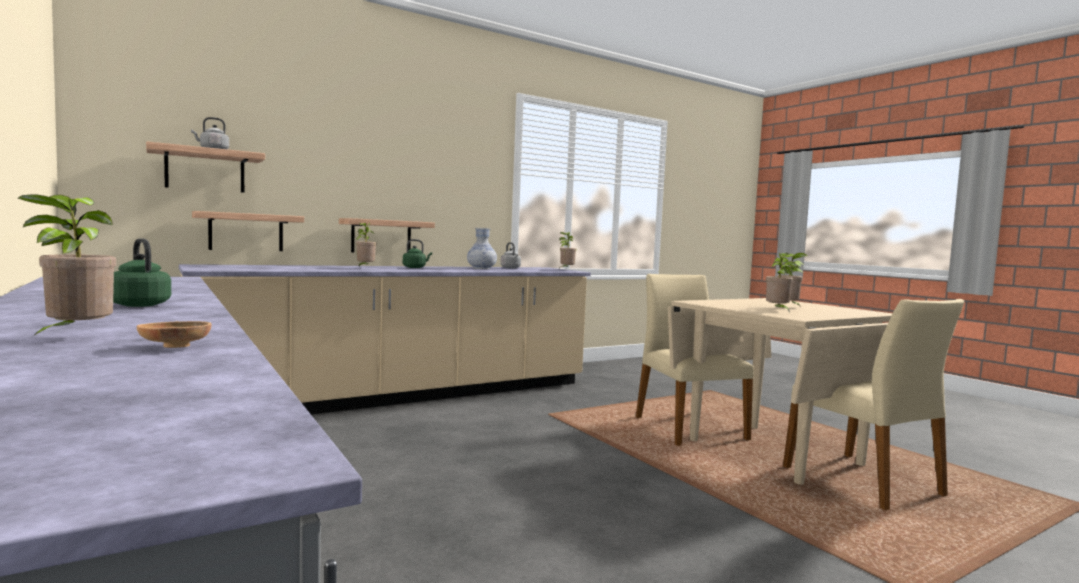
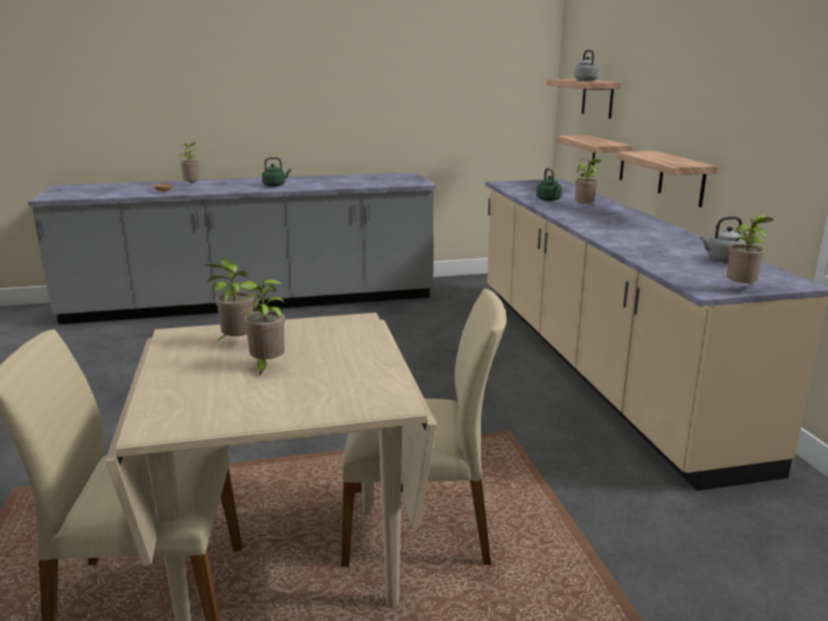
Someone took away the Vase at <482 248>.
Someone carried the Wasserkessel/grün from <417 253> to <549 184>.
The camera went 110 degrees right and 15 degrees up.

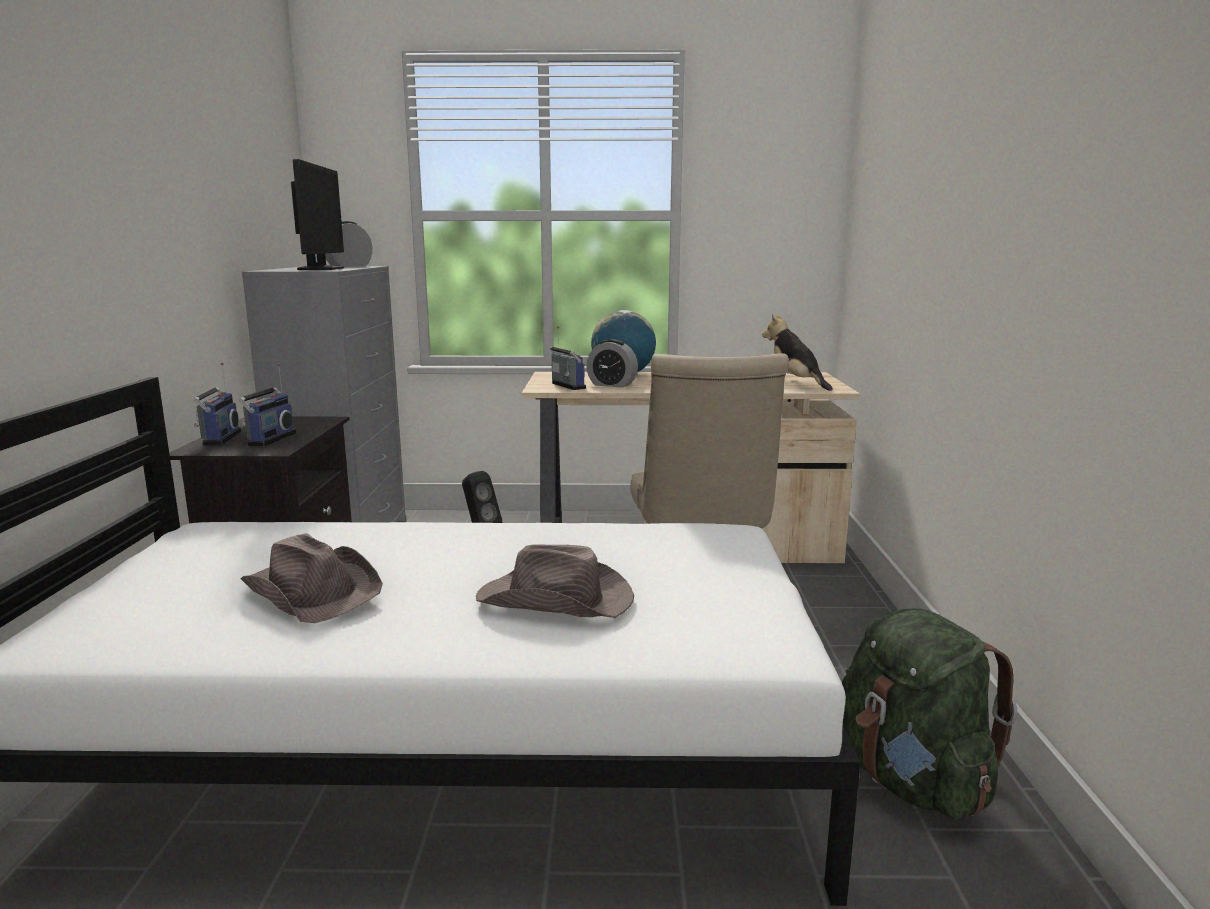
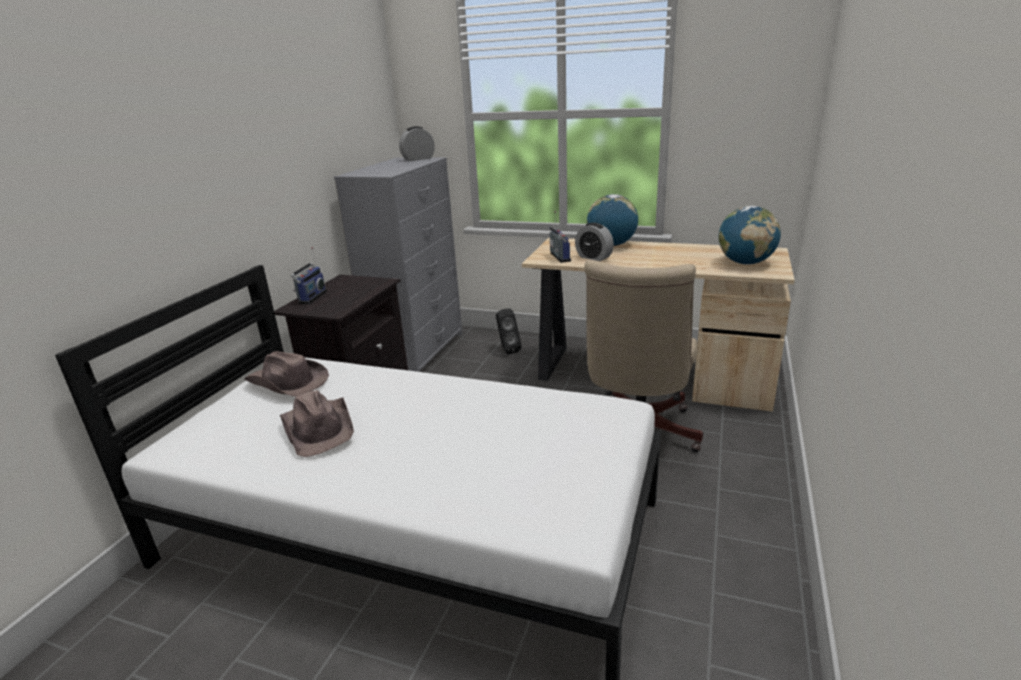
Someone took away the Radio at <267 405>.
Someone took away the Monitor at <318 214>.
Someone took away the Rucksack/grün at <930 714>.
Someone carried the Hut/braun from <555 581> to <286 374>.
Someone swapped the Plüschtier at <797 352> for the Globus at <750 235>.
The camera went 20 degrees right and 10 degrees up.

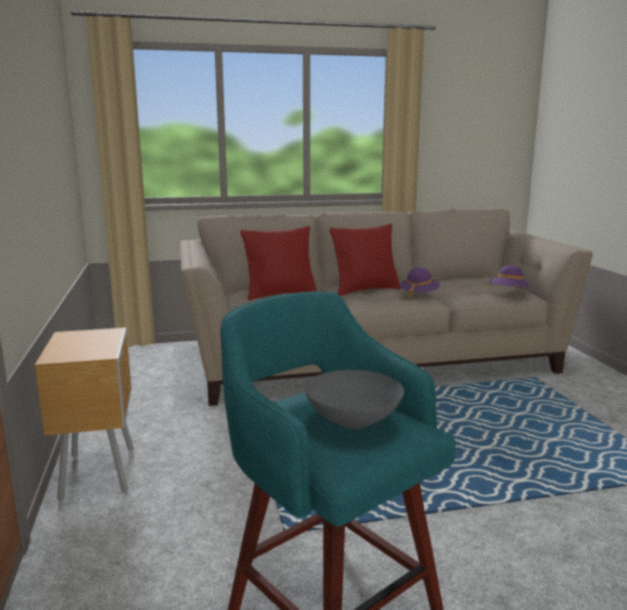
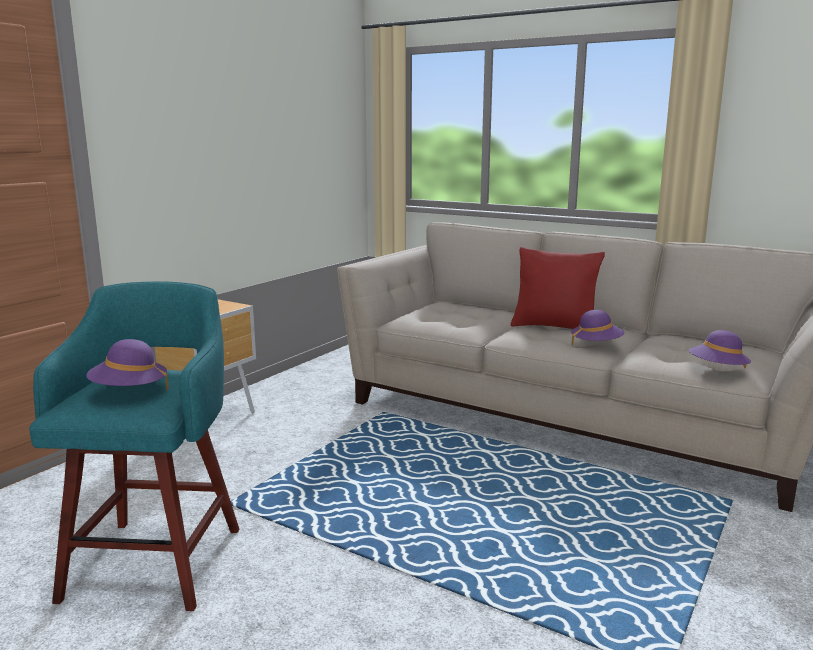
Someone took away the Kissen/rot at <279 263>.
Someone swapped the Schüssel/grau at <354 399> for the Hut/lila at <127 364>.
The camera went 45 degrees right and 0 degrees up.

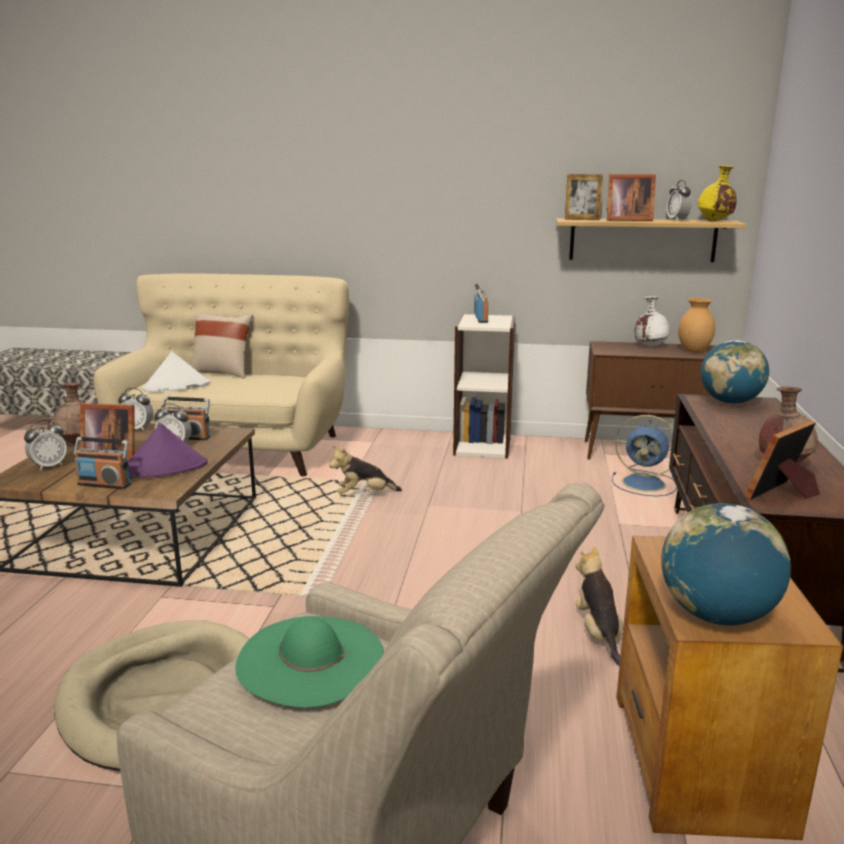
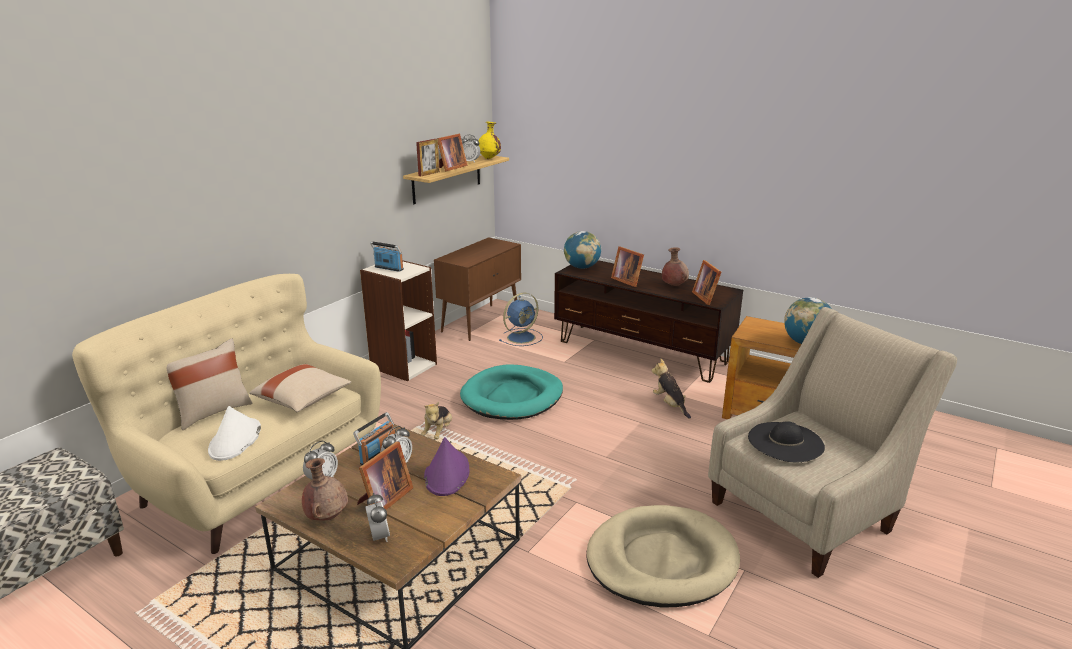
Someone took away the Radio at <102 463>.
Someone took away the Vase/weiß at <652 321>.
Someone took away the Vase/braun at <696 325>.
Someone put down the Kissen/beige at <300 388>.
Someone put down the Hundebett/türkis at <511 392>.
Someone put down the Bilderrahmen at <627 266>.
Someone repainted the Hut/grün at <310 661>, which became the Hut/schwarz at <786 441>.
Someone rotated the Plüschtier at <599 606> by 45 degrees clockwise.
The camera went 65 degrees left and 5 degrees up.

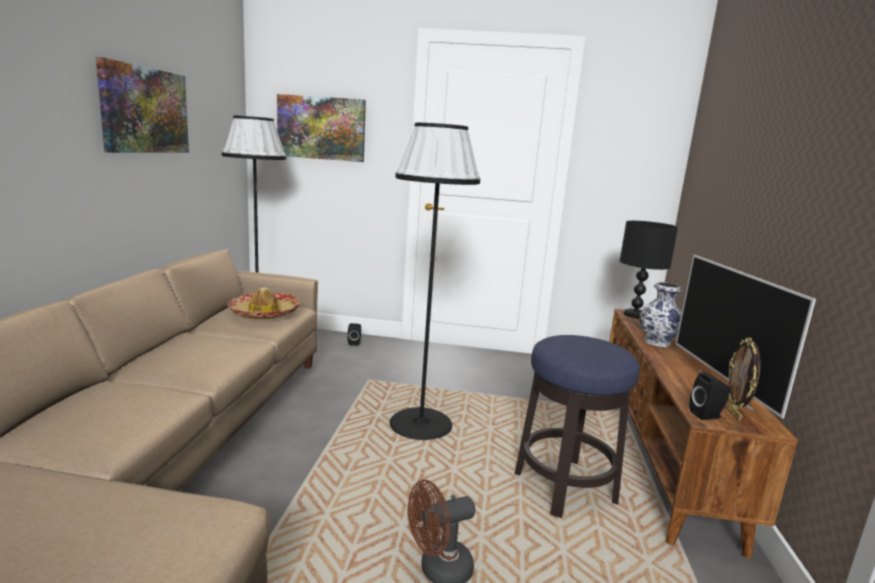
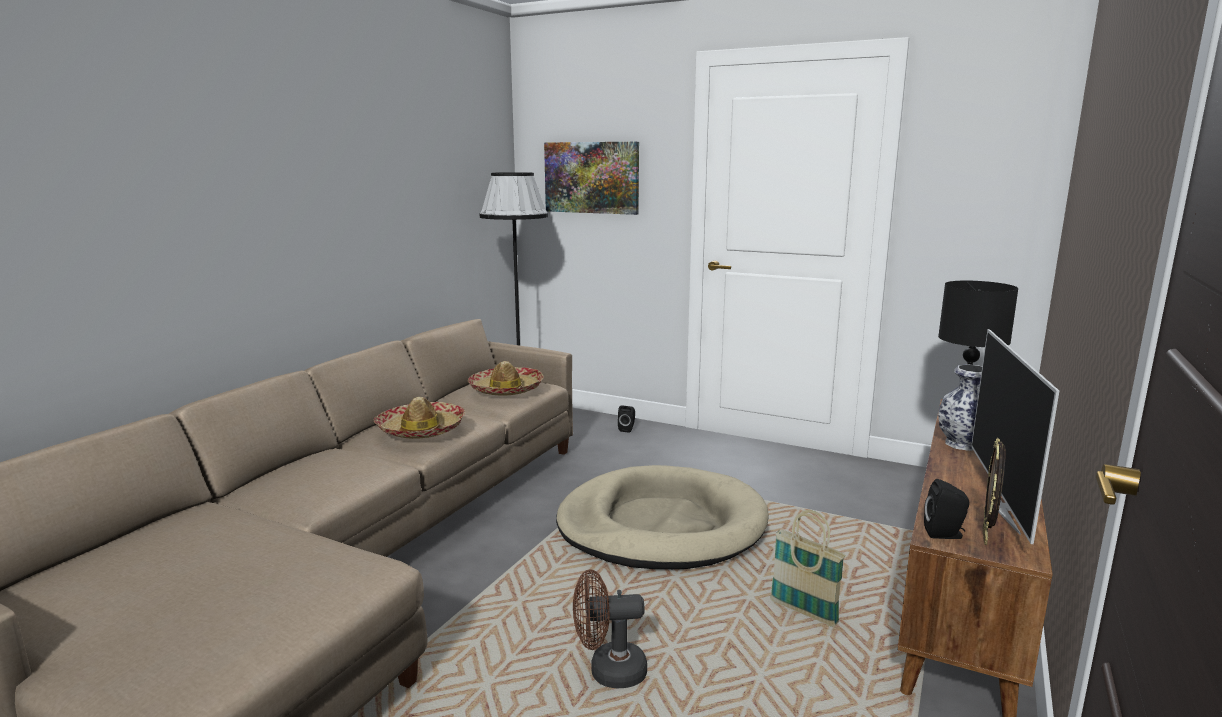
Someone took away the Bild at <142 105>.
Someone put down the Hut at <419 418>.
Someone swapped the Stehlampe/schwarz at <435 281> for the Hundebett/beige at <662 517>.
Someone swapped the Hocker at <577 426> for the Korb at <808 568>.
The camera went 20 degrees right and 0 degrees up.

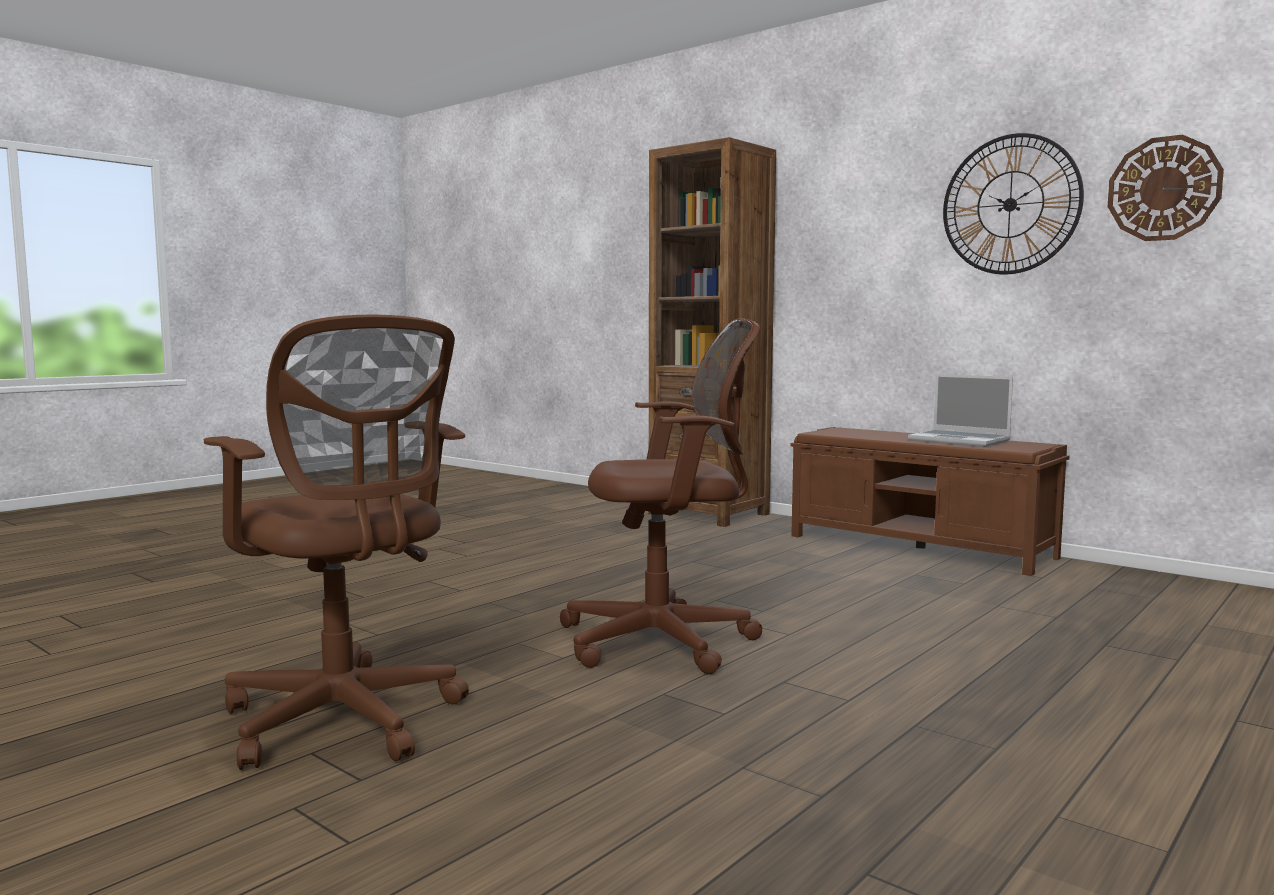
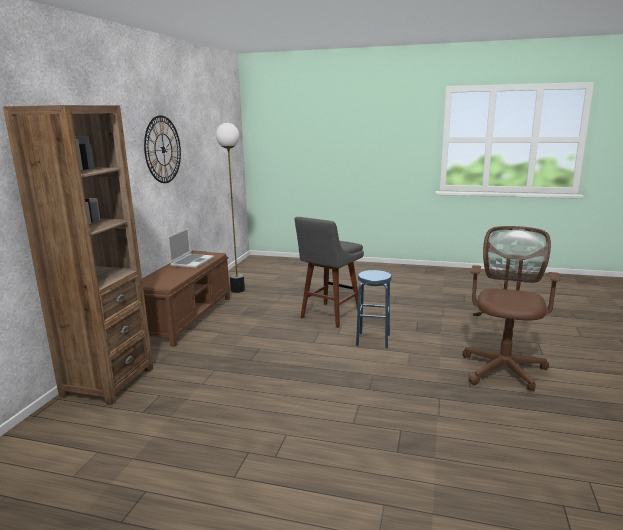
Someone took away the Wanduhr at <1166 188>.
Someone put down the Stehlampe at <230 208>.
Someone put down the Hocker/grau at <329 272>.
Someone swapped the Bürostuhl/braun at <661 496> for the Hocker/blau at <373 309>.
The camera went 115 degrees left and 10 degrees up.

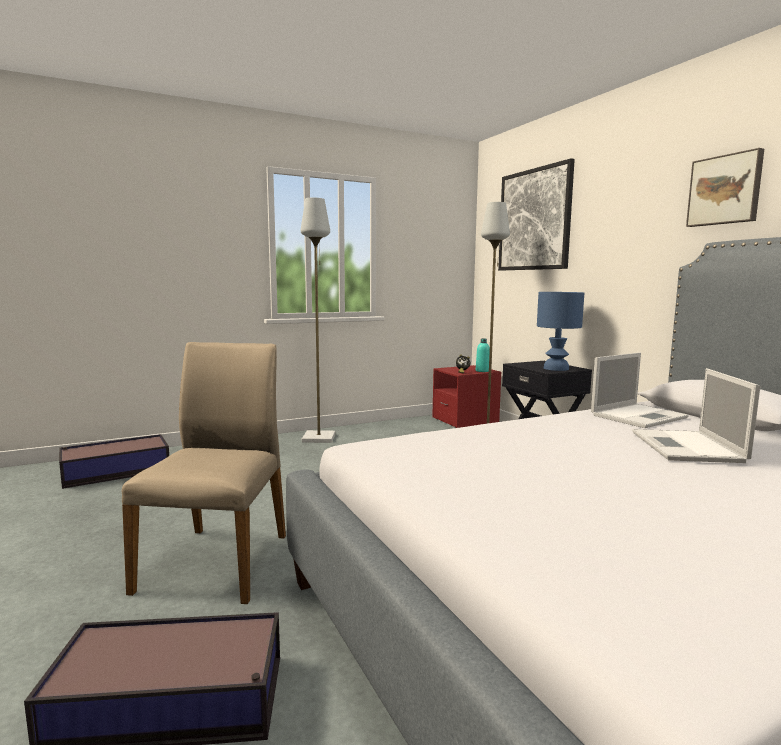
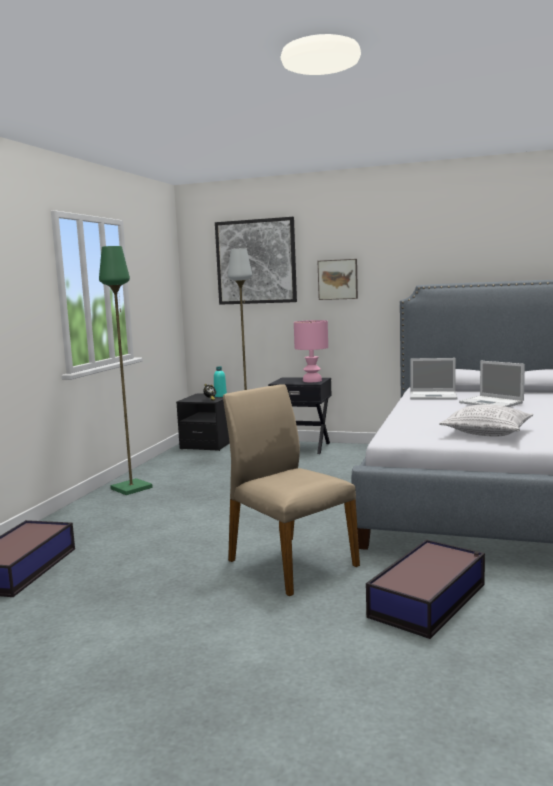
Someone put down the Kissen at <486 420>.
Someone carried the Bild from <725 187> to <338 279>.
Someone repainted the Stehlampe/grau at <318 320>, which became the Stehlampe/grün at <126 370>.
Someone repainted the Nachttisch/rot at <466 396>, which became the Nachttisch/schwarz at <203 422>.
Someone repainted the Tischlampe/blau at <560 331>, which became the Tischlampe/rosa at <311 351>.
Someone rotated the Laptop at <640 390> by 90 degrees clockwise.
The camera went 45 degrees left and 0 degrees up.

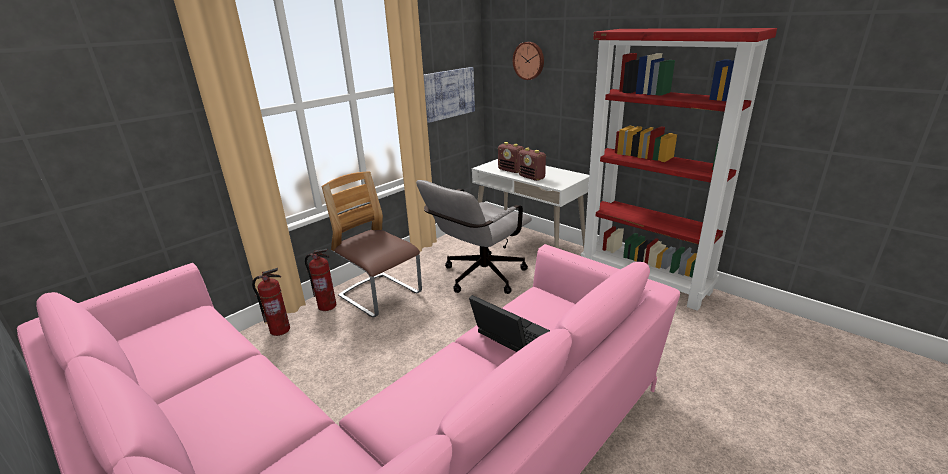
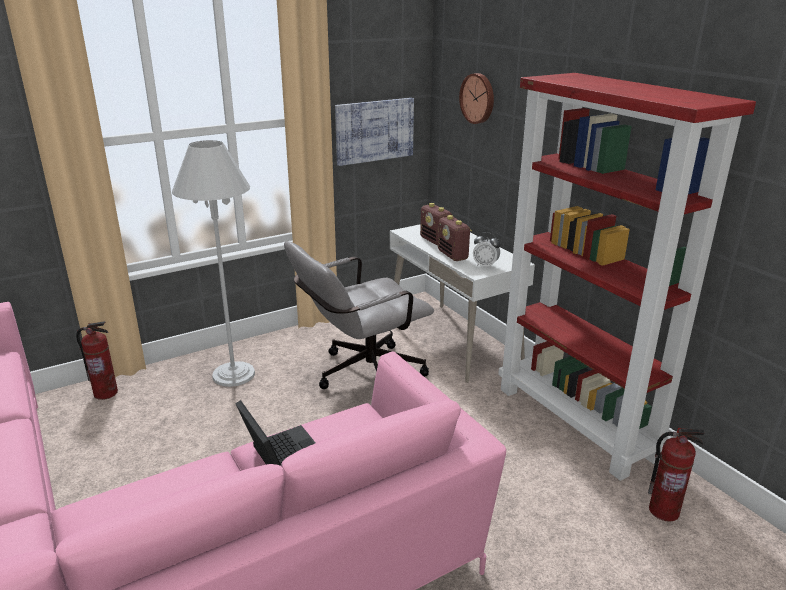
Someone put down the Wecker at <486 250>.
Someone carried the Feuerlöscher from <320 280> to <676 475>.
Someone swapped the Stuhl at <372 244> for the Stehlampe/weiß at <213 263>.
The camera went 15 degrees right and 0 degrees up.

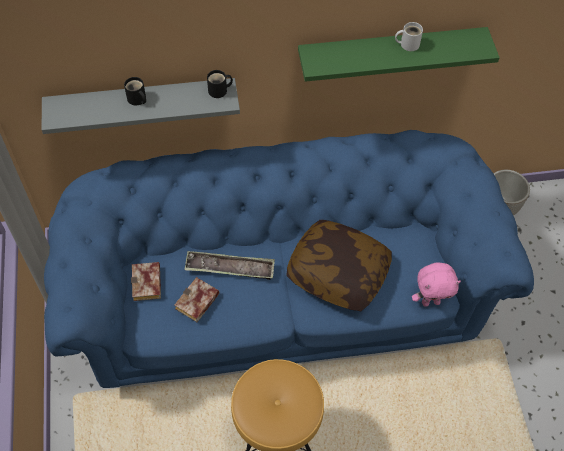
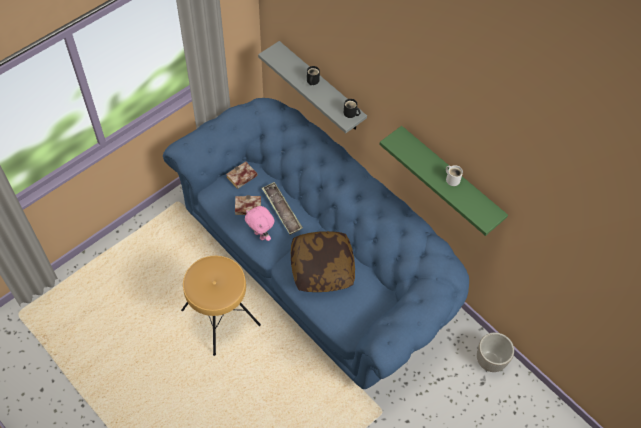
Someone carried the Plüschtier/rosa from <436 285> to <259 223>.
The camera went 55 degrees right and 0 degrees up.

